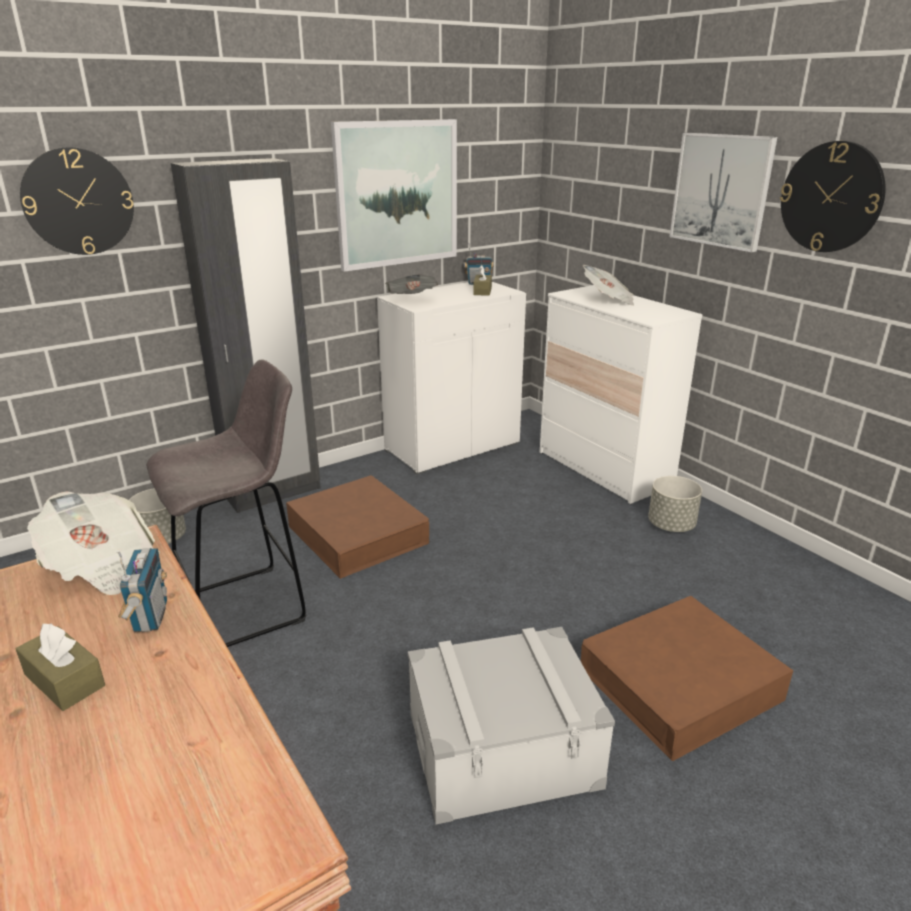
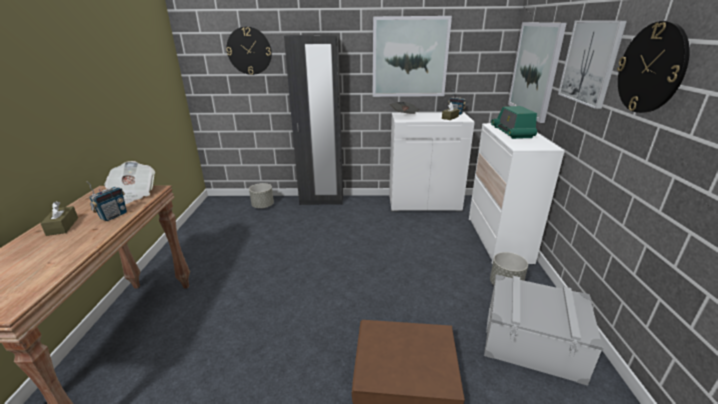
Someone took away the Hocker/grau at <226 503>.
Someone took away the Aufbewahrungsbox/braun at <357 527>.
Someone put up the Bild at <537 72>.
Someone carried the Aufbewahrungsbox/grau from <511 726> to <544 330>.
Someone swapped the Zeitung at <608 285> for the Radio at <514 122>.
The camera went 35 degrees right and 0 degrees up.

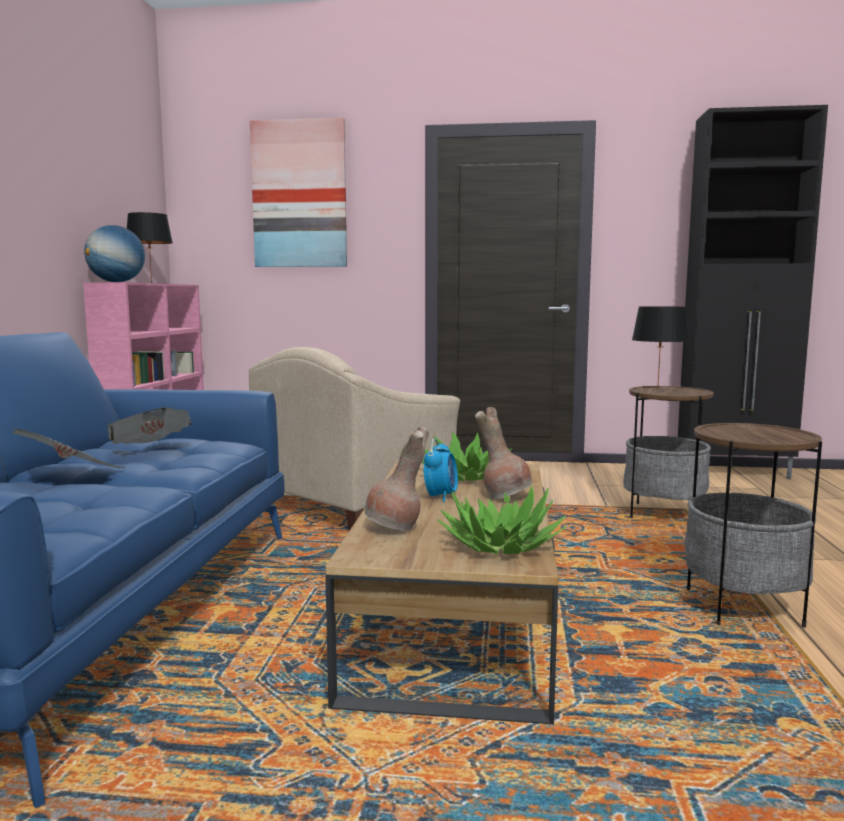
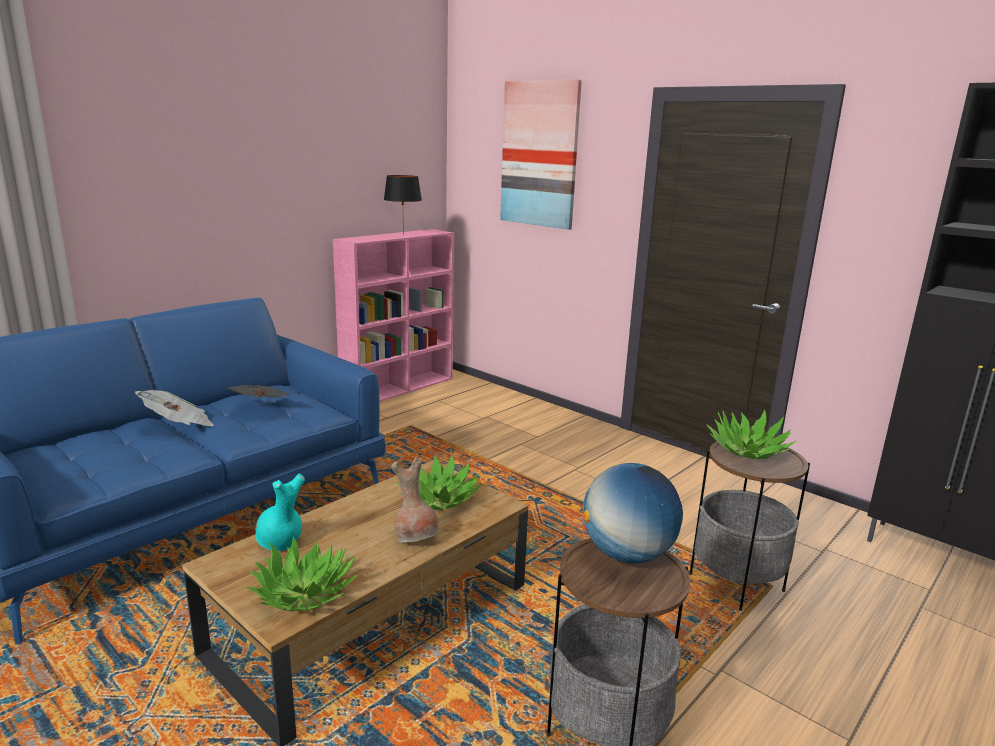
Someone took away the Sessel/beige at <354 439>.
Someone took away the Wecker at <440 471>.
Someone carried the Globus from <114 253> to <633 513>.
Someone swapped the Tischlampe/schwarz at <661 348> for the Topfpflanze at <751 434>.
Someone repainted the Vase/braun at <396 479>, which became the Vase/türkis at <280 512>.
The camera went 35 degrees right and 10 degrees up.

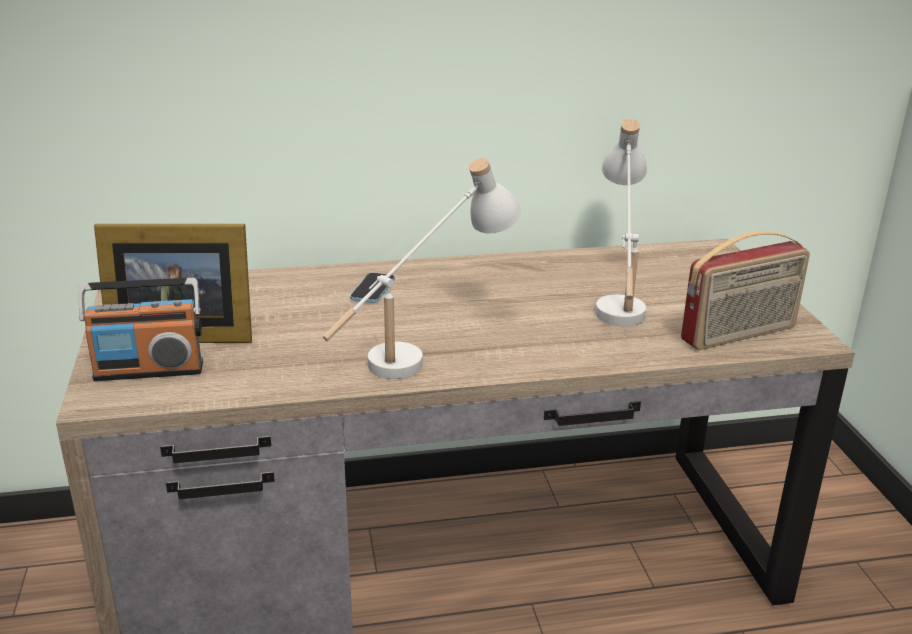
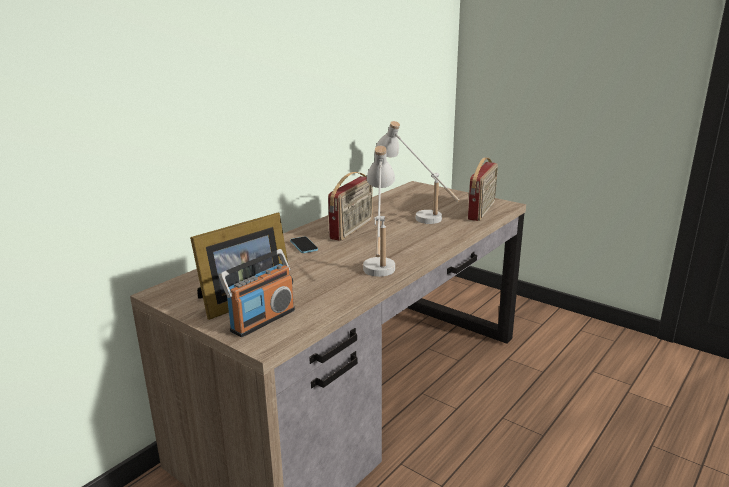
Someone put down the Radio at <350 206>.
The camera went 40 degrees left and 5 degrees down.

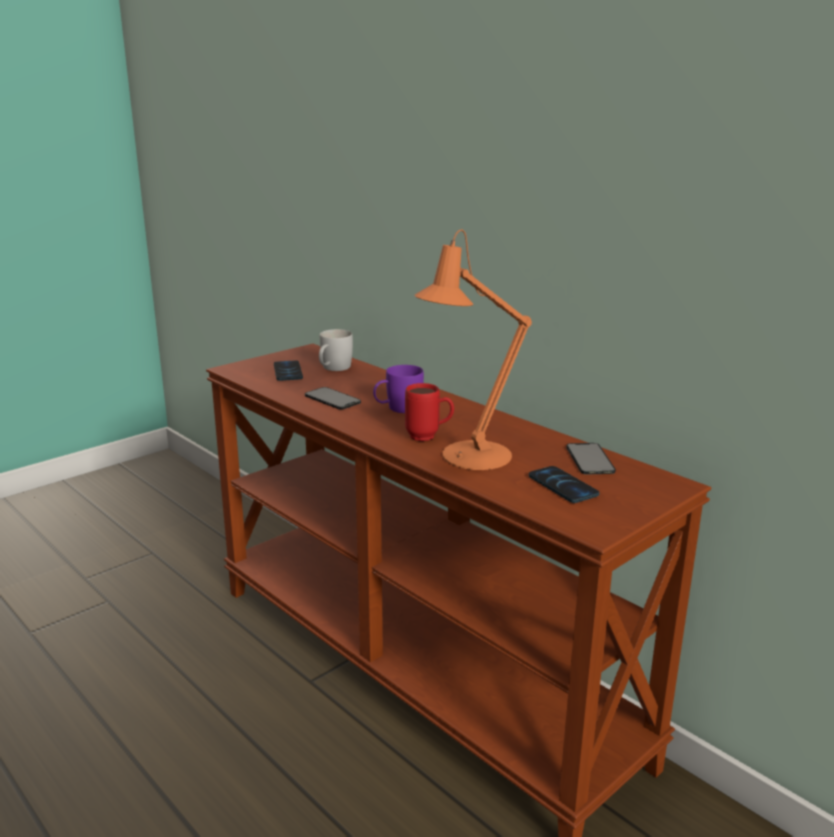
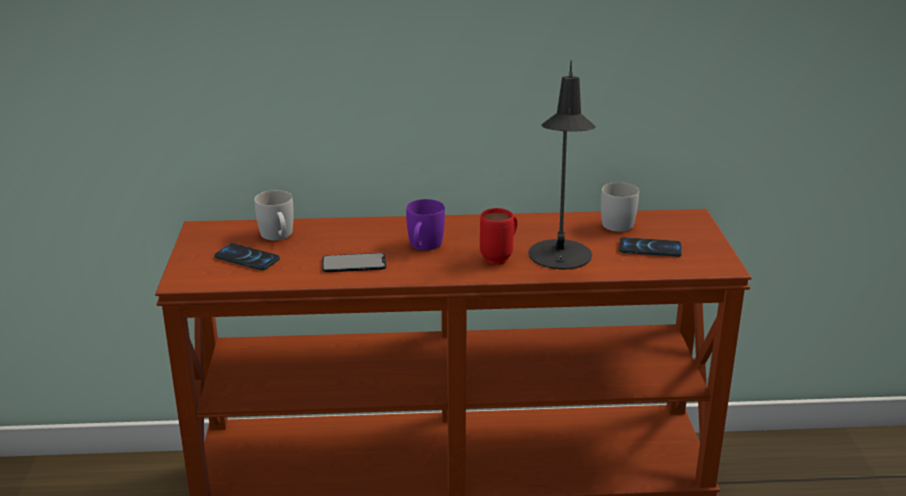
Someone swapped the Handy at <591 458> for the Henkelbecher/weiß at <620 207>.
Someone repainted the Tischlampe/orange at <473 349>, which became the Tischlampe/schwarz at <562 165>.
The camera went 50 degrees left and 5 degrees up.

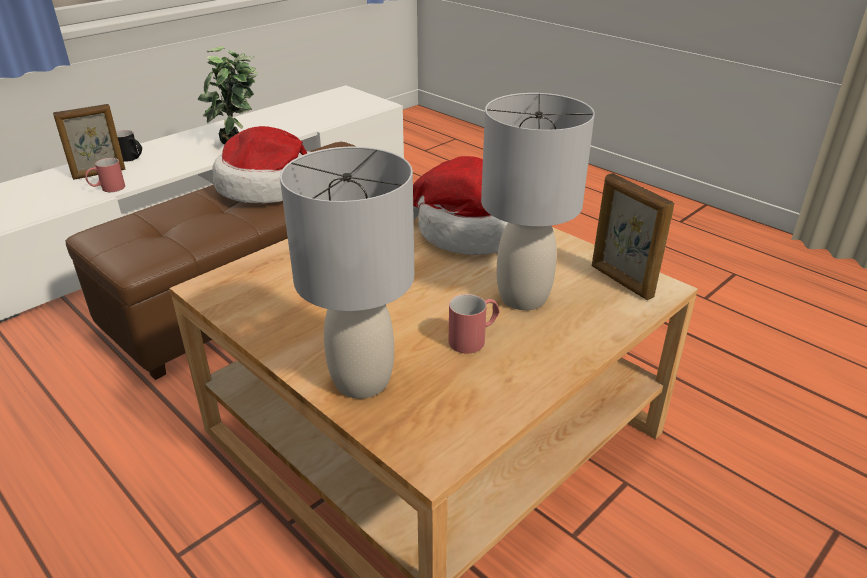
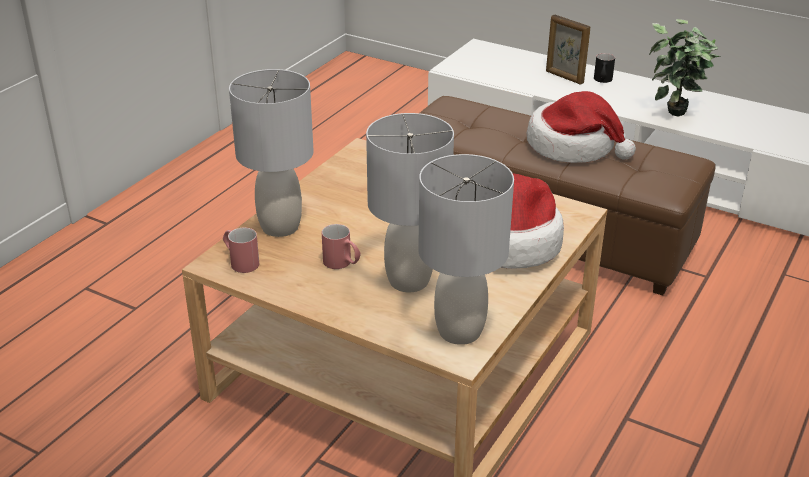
Someone carried the Henkelbecher/rot from <105 175> to <241 250>.
Someone swapped the Bilderrahmen at <633 236> for the Tischlampe/grau at <466 249>.
The camera went 75 degrees right and 0 degrees up.

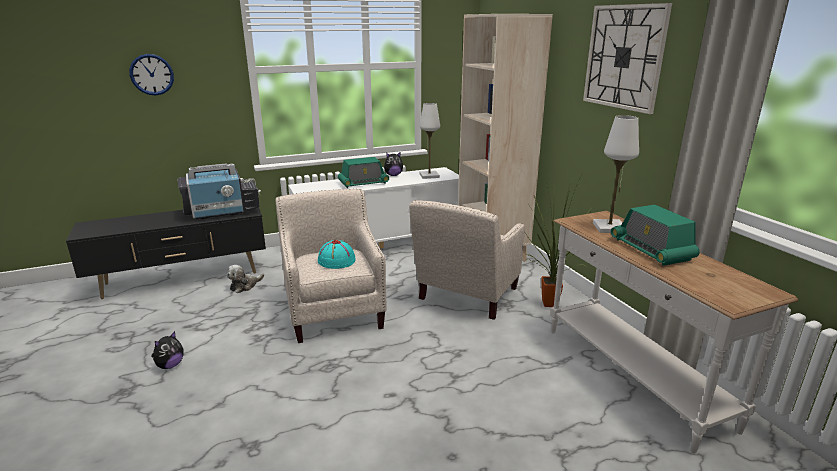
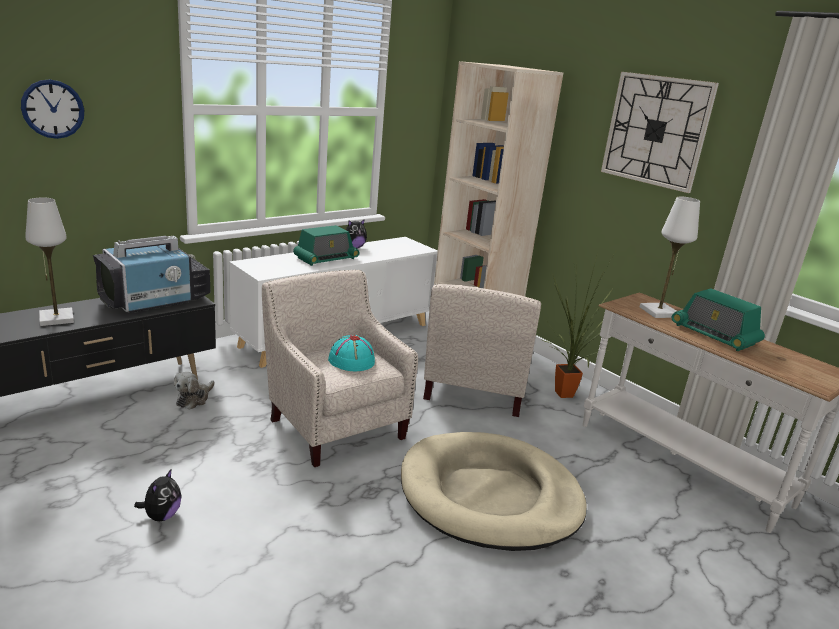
Someone put down the Hundebett/beige at <494 491>.
Someone carried the Tischlampe/weiß from <430 141> to <49 261>.
The camera went 20 degrees left and 0 degrees up.

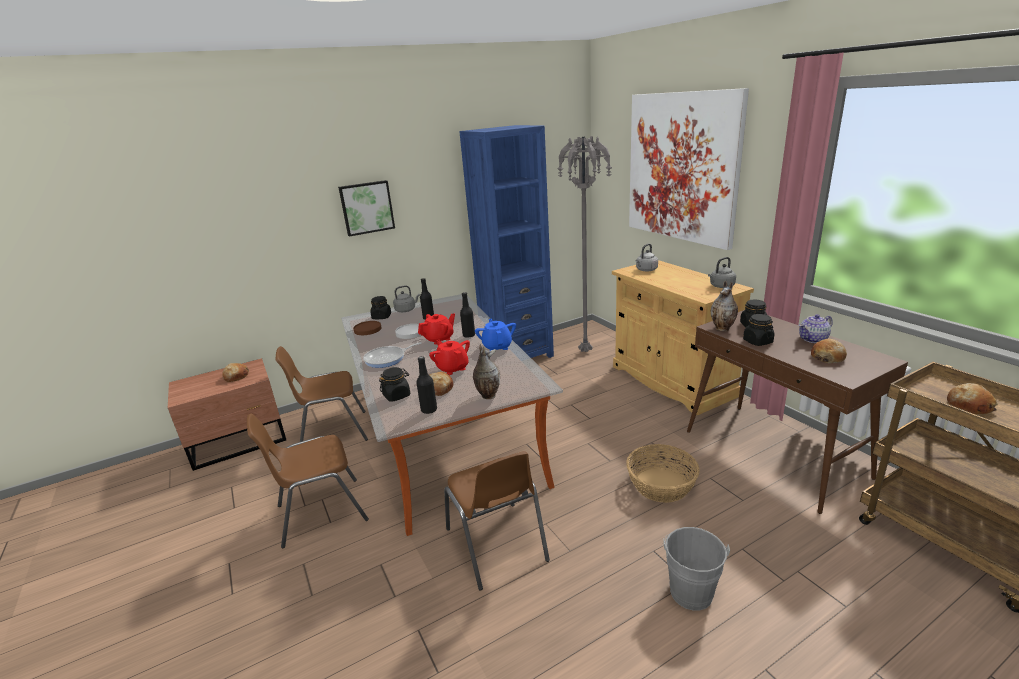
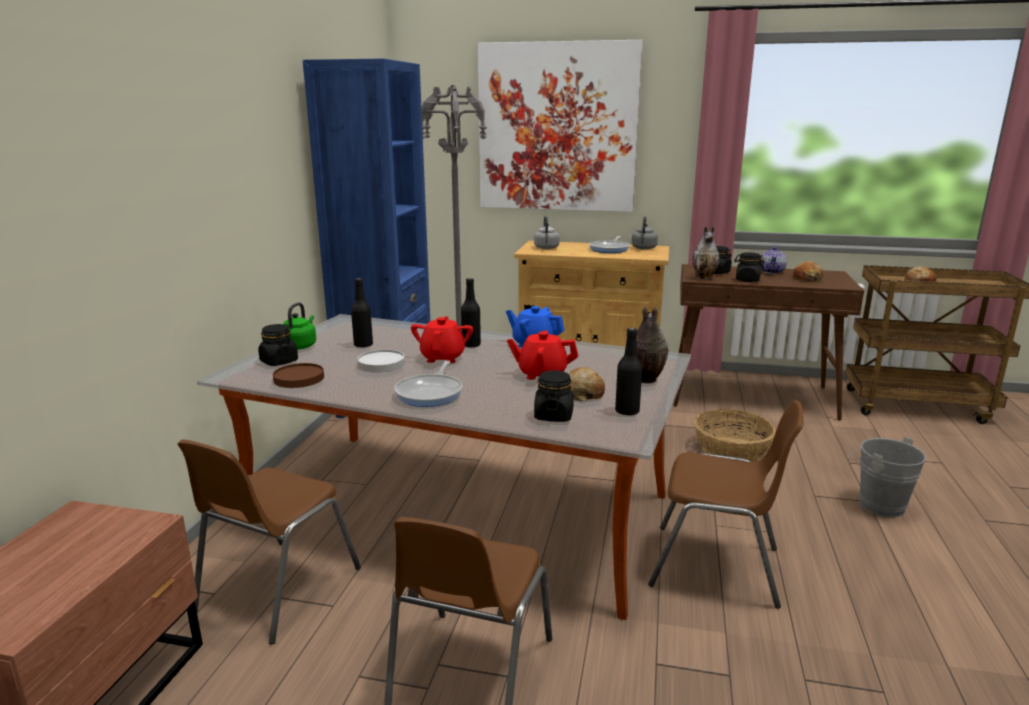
Someone took away the Brot at <235 372>.
Someone took away the Bild at <366 208>.
Someone put down the Pfanne at <609 244>.
Someone repainted the Wasserkessel/grau at <406 298>, which became the Wasserkessel/grün at <299 326>.
The camera went 50 degrees left and 5 degrees down.

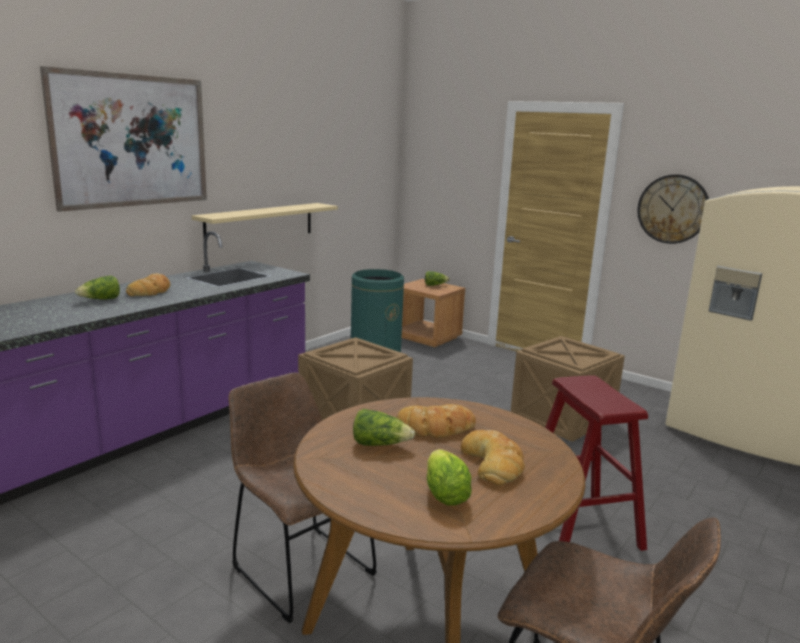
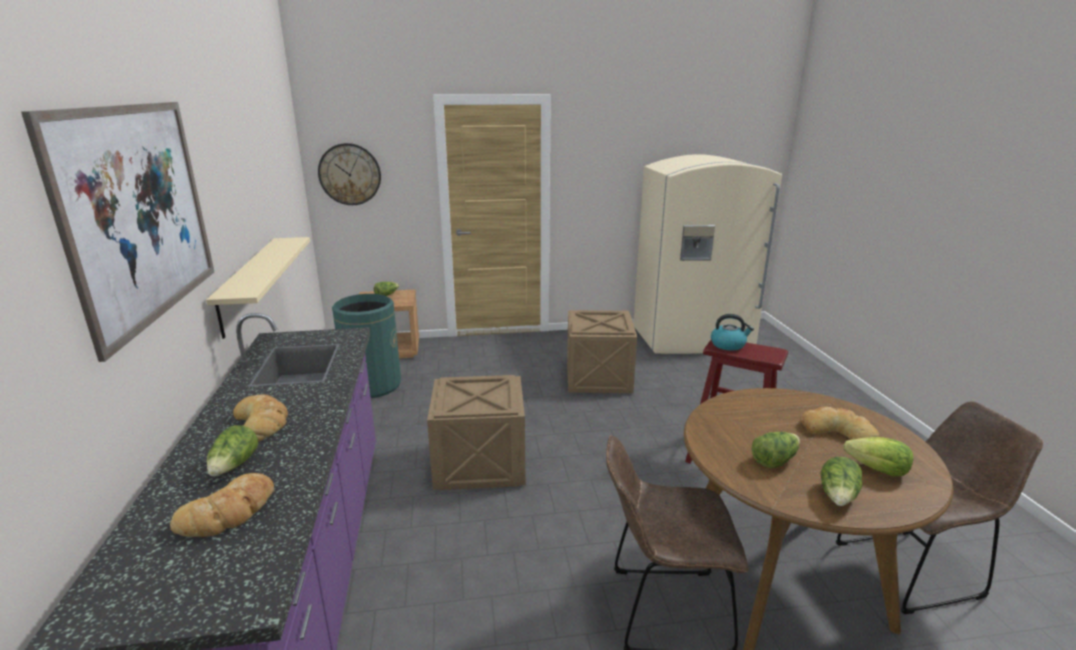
Someone put down the Wasserkessel at <732 332>.
Someone put down the Salatkopf at <841 481>.
Someone carried the Brot from <436 421> to <222 505>.
Someone carried the Wanduhr from <673 209> to <349 174>.
The camera went 45 degrees left and 5 degrees up.

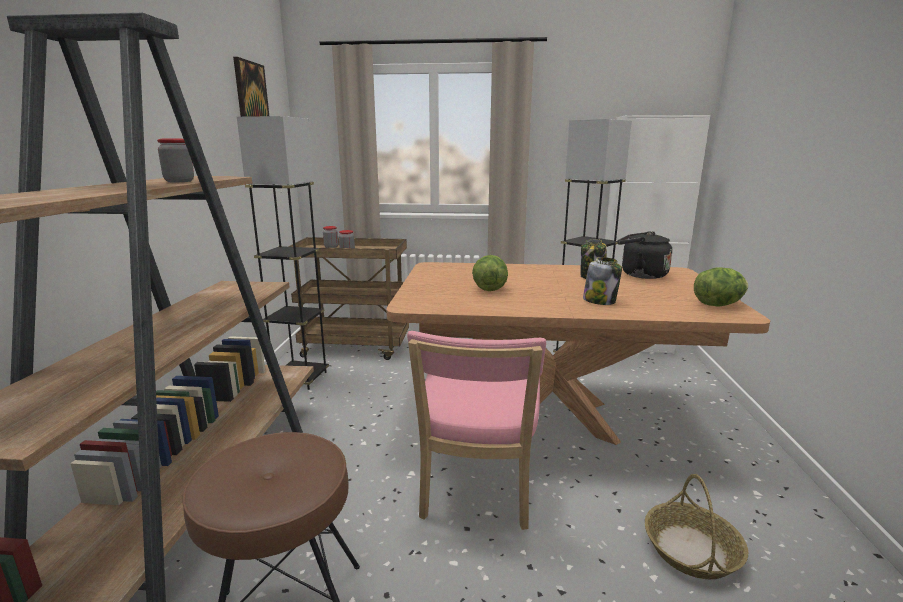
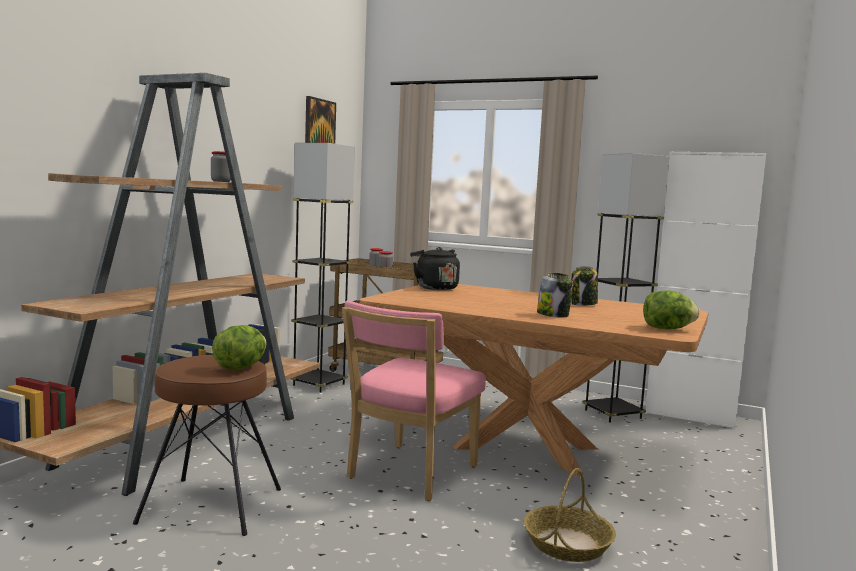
Someone carried the Salatkopf from <490 273> to <239 347>.
Someone carried the Wasserkessel/schwarz from <645 255> to <435 268>.
The camera went 20 degrees right and 10 degrees down.

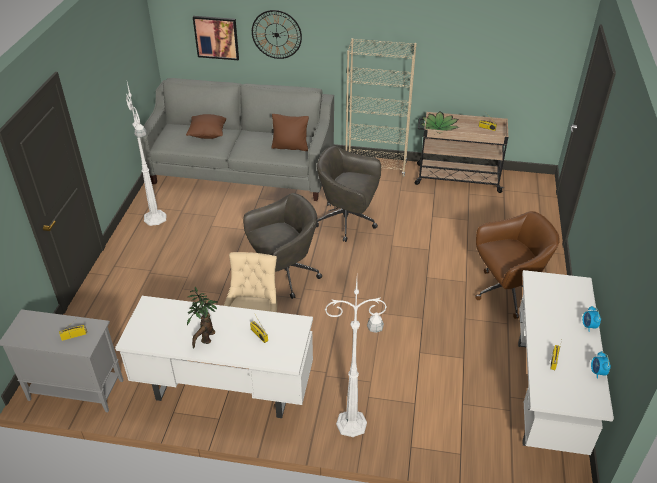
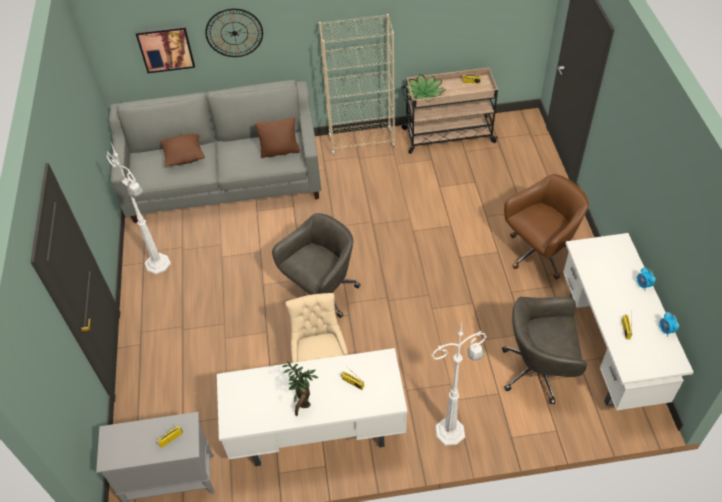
Someone carried the Bürostuhl/grau from <348 194> to <544 350>.
The camera went 15 degrees left and 10 degrees up.

